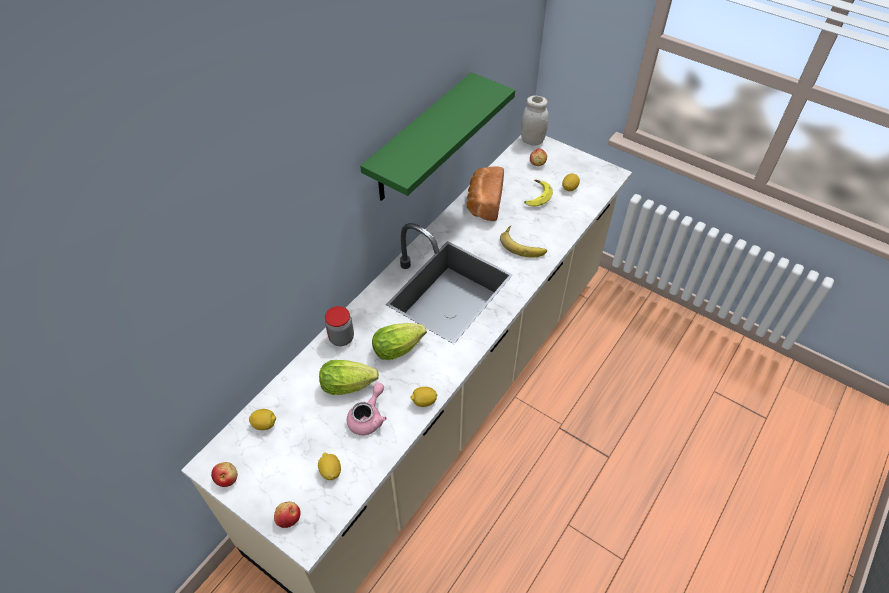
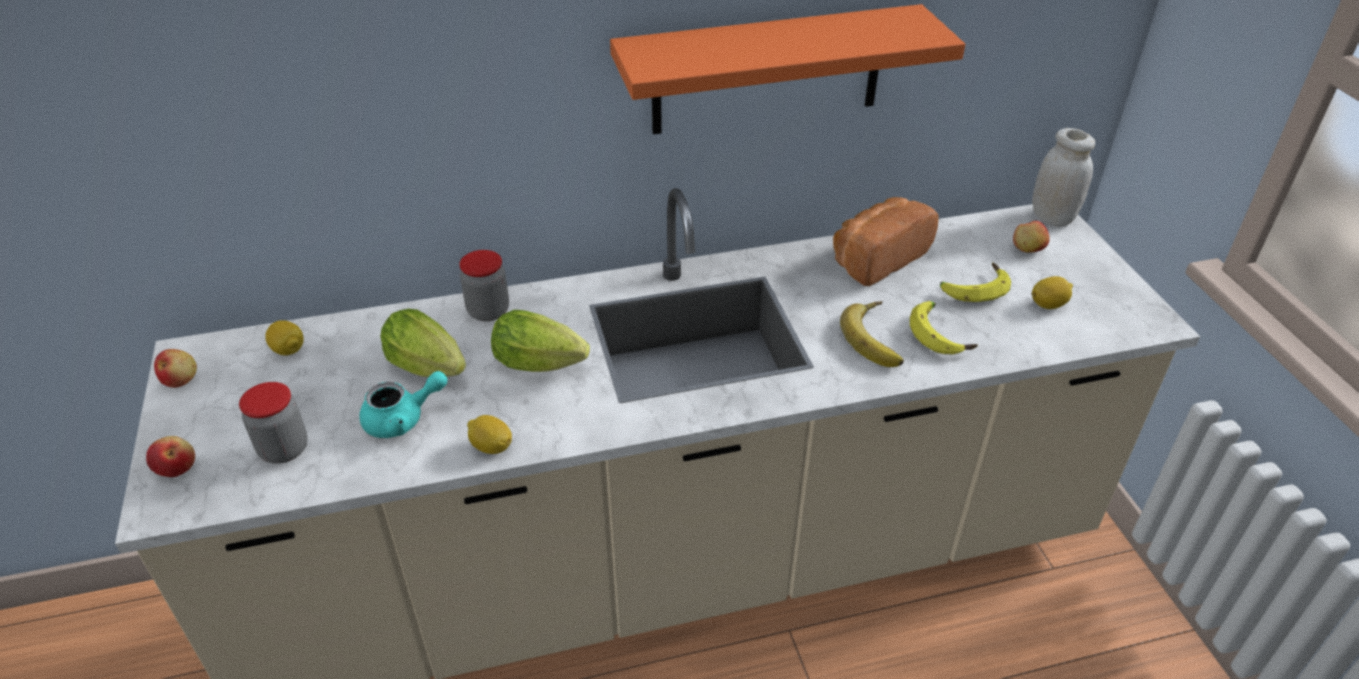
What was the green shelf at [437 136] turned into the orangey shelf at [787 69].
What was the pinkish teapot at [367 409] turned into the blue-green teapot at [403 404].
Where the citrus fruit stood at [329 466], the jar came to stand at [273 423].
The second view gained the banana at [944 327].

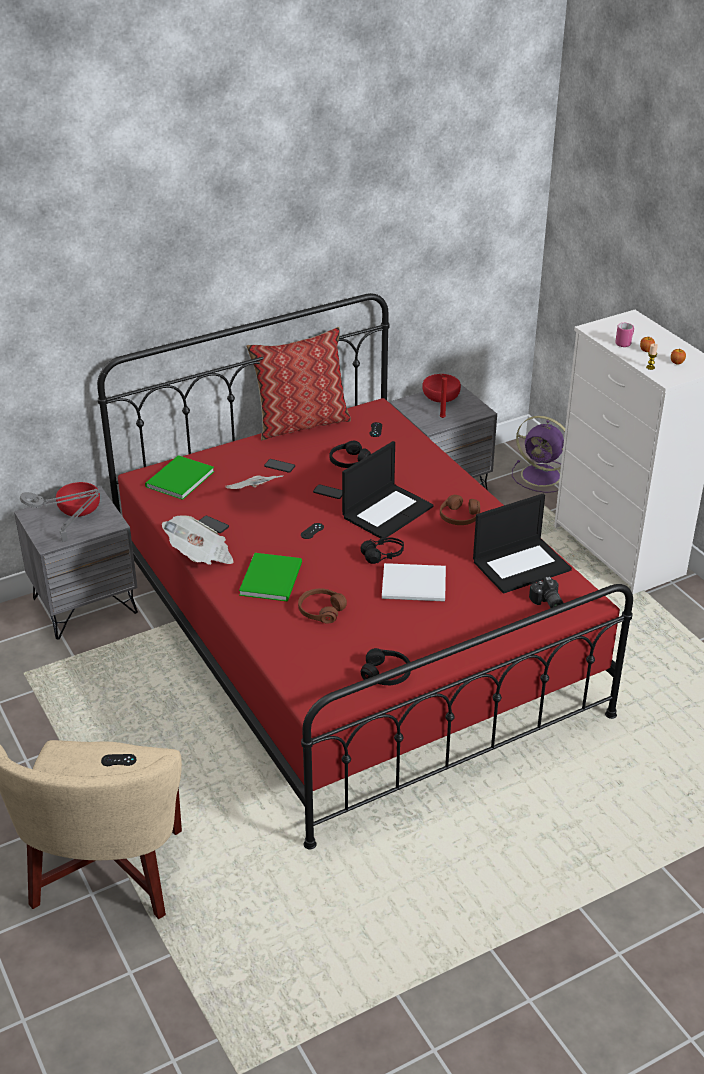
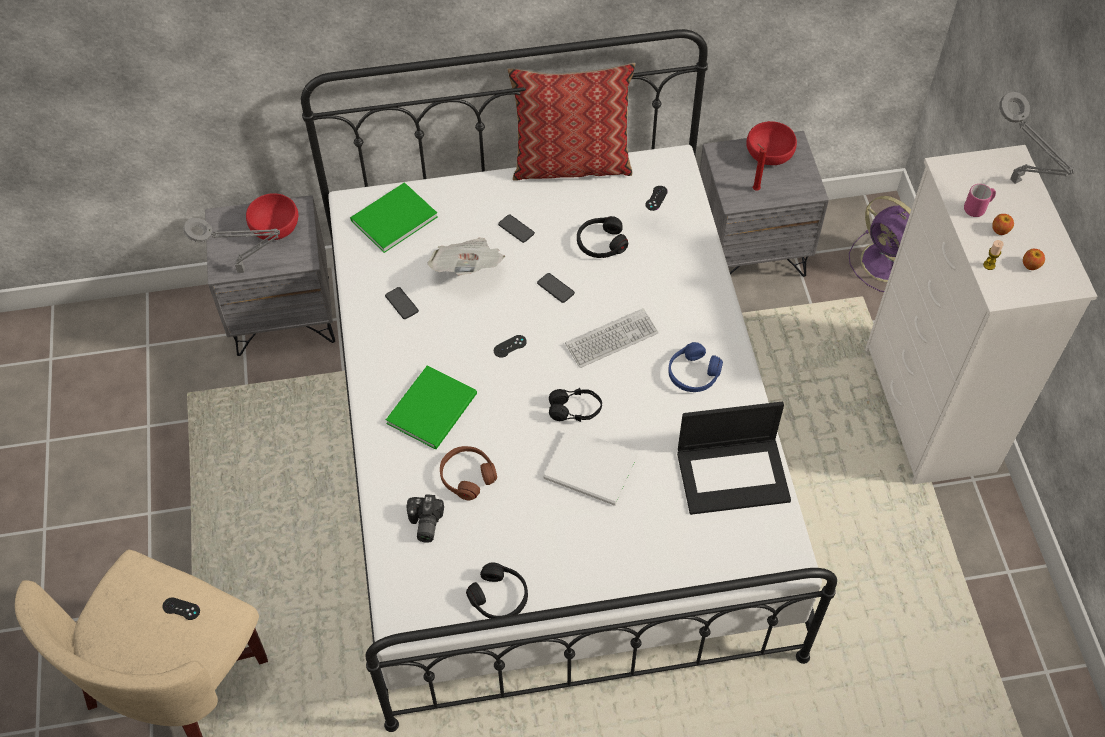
What was the red bedroom bed at [365 571] turned into the whitish bedroom bed at [569 380].
Where the laptop stood at [388 490], the computer keyboard came to stand at [611 338].
What was the brown-coloured pair of headphones at [460 510] turned into the bluish pair of headphones at [695 367].
The second view lost the printed paper at [198 540].
The photo camera ended up elsewhere, having gone from [546 592] to [425 518].
The second view gained the grey table lamp at [1036 138].

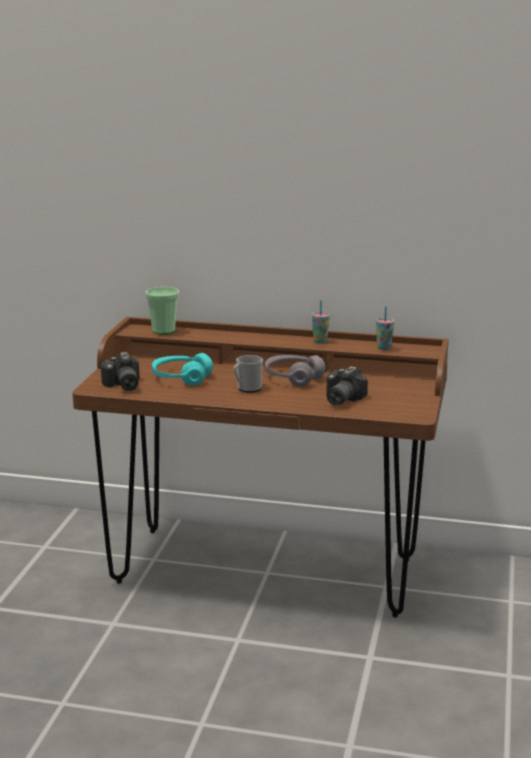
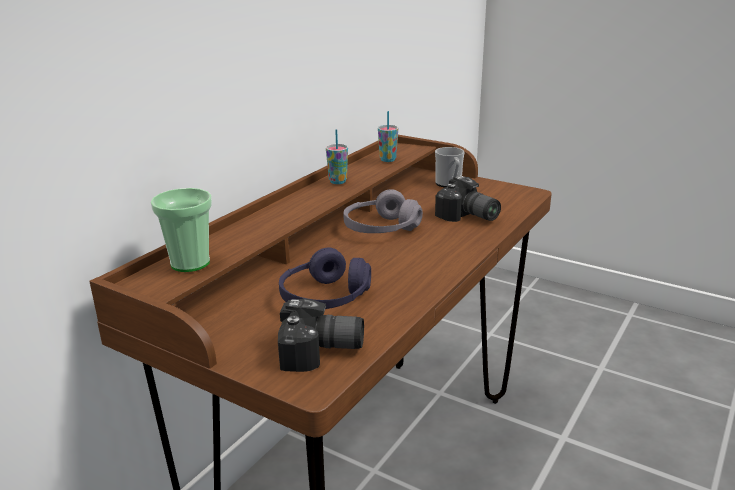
What was the blue-green pair of headphones at [182 369] turned into the purple pair of headphones at [325 278].
The coffee mug ended up elsewhere, having gone from [248 374] to [449 167].

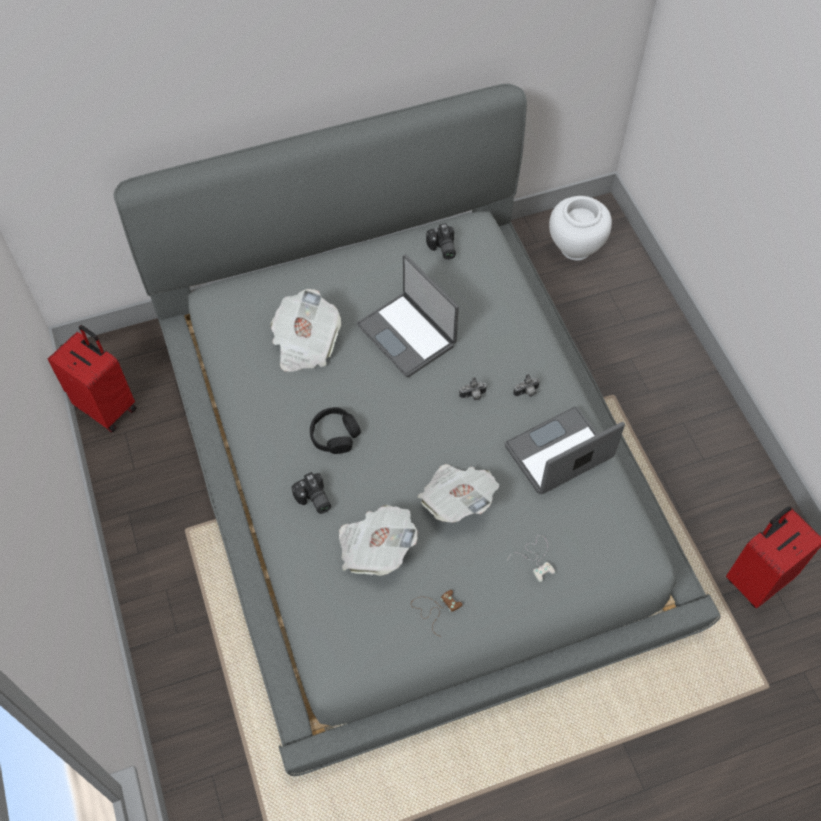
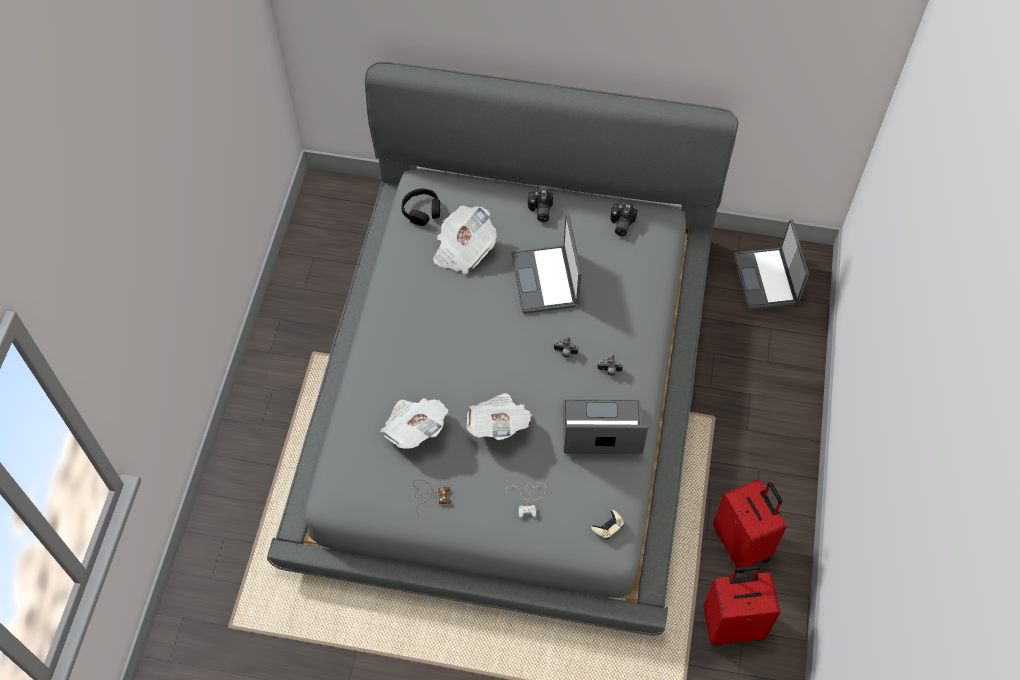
Where the whitish flower vase stood at [580 228], the laptop came to stand at [771 264].
The red suitcase ended up elsewhere, having gone from [92 379] to [750 526].
The blackish pair of headphones ended up elsewhere, having gone from [335 430] to [420 207].
The photo camera ended up elsewhere, having gone from [311 493] to [540 205].
The second view gained the sand-coloured game controller at [607 525].

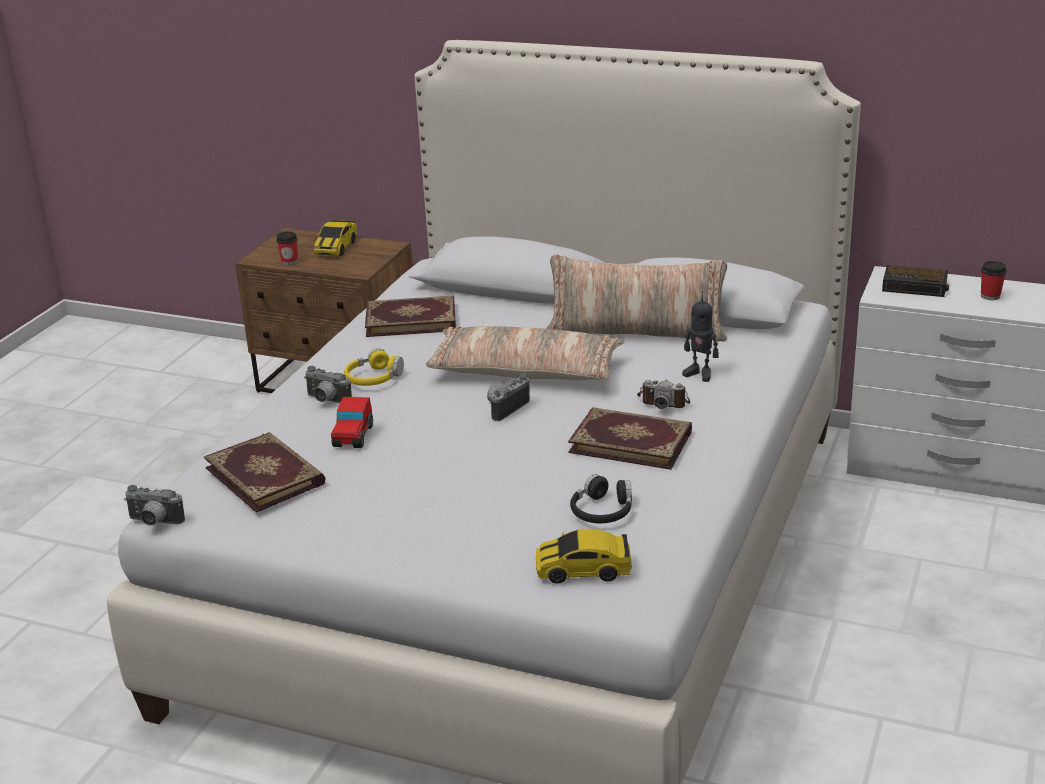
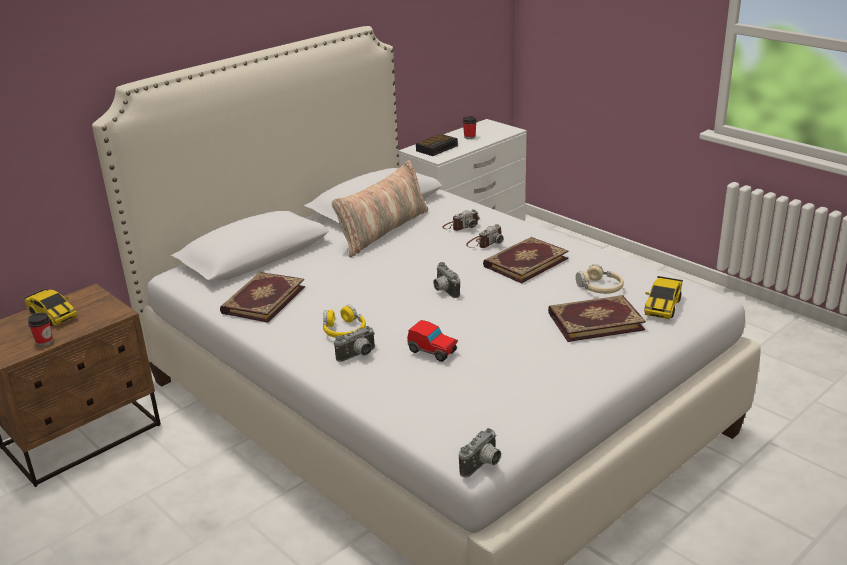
Where the robot figure stood at [700 336], the photo camera came to stand at [460 220].
The second view lost the pillow at [525 353].
The volume ended up elsewhere, having gone from [265 472] to [597 318].
What was the blackish pair of headphones at [601 498] turned into the sand-coloured pair of headphones at [600 279].

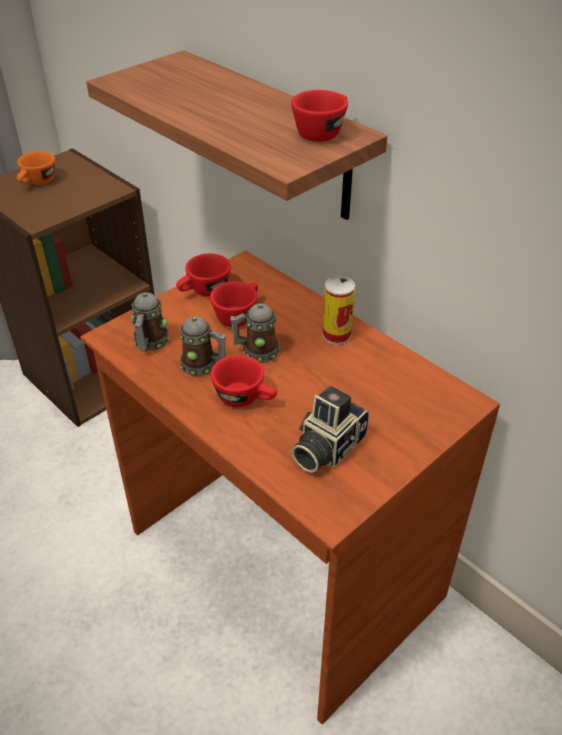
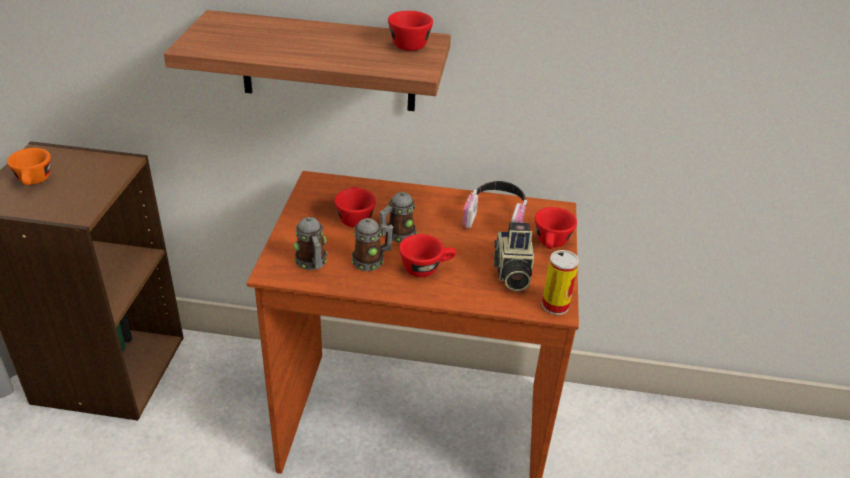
The red drinking cup ended up elsewhere, having gone from [203 275] to [556 228].
The can ended up elsewhere, having gone from [338 310] to [560 282].
The second view gained the pair of headphones at [495 204].

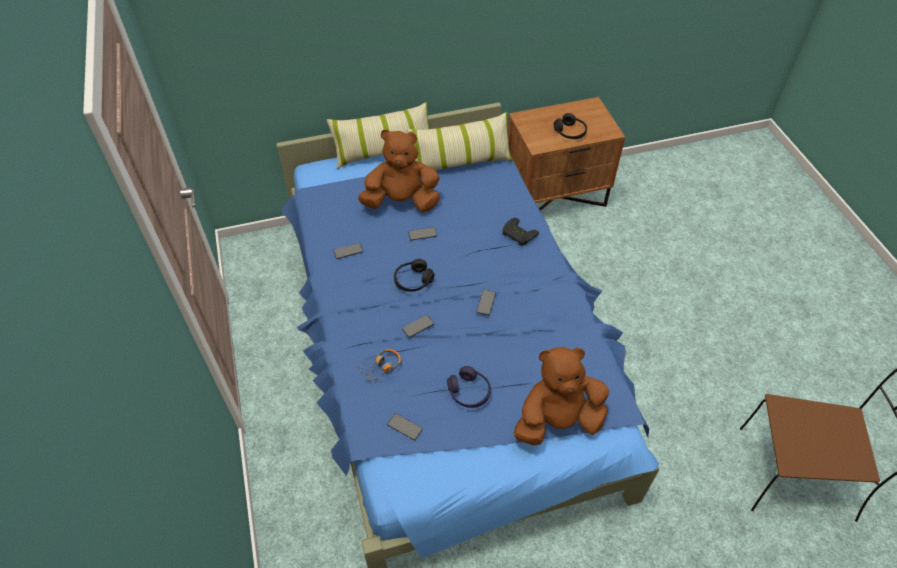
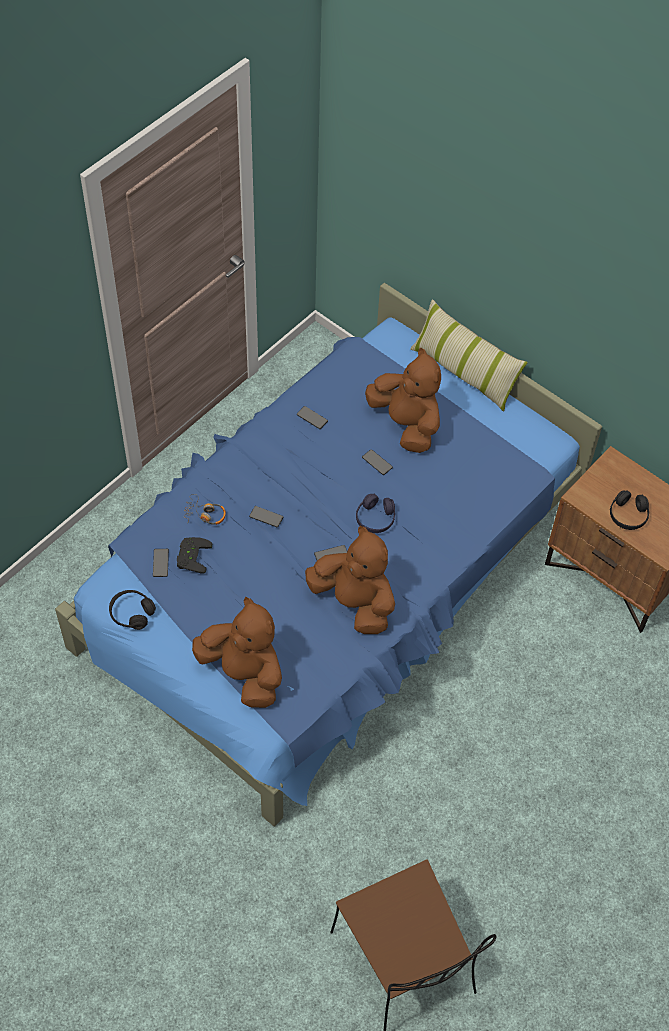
The second view lost the pillow at [459 141].
The blackish game controller ended up elsewhere, having gone from [520 232] to [194 555].
The blackish pair of headphones ended up elsewhere, having gone from [414 275] to [132 610].
The purple pair of headphones ended up elsewhere, having gone from [469 387] to [375 513].
The second view gained the brown-coloured soft toy at [350 580].

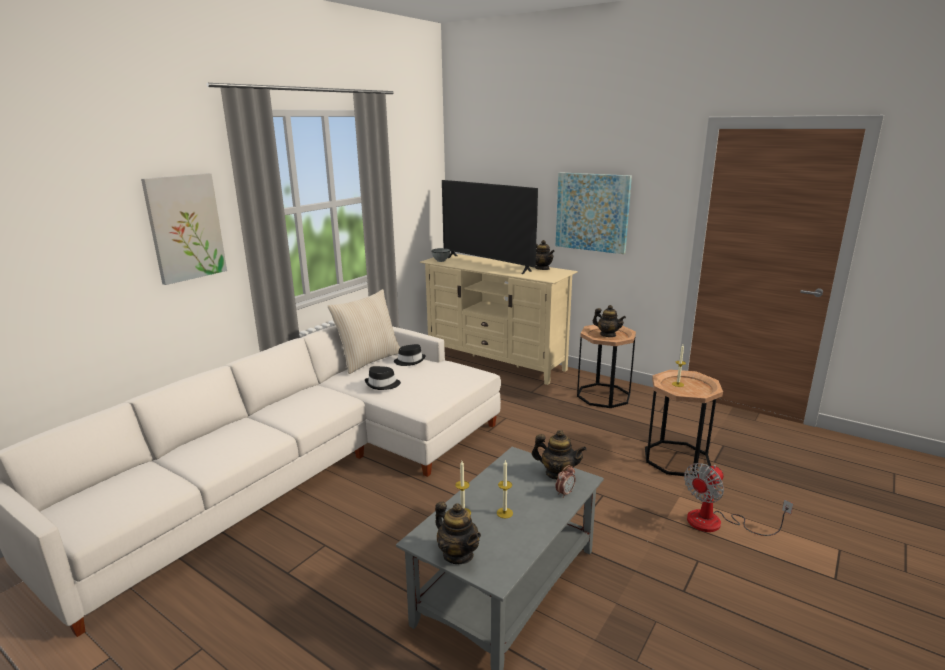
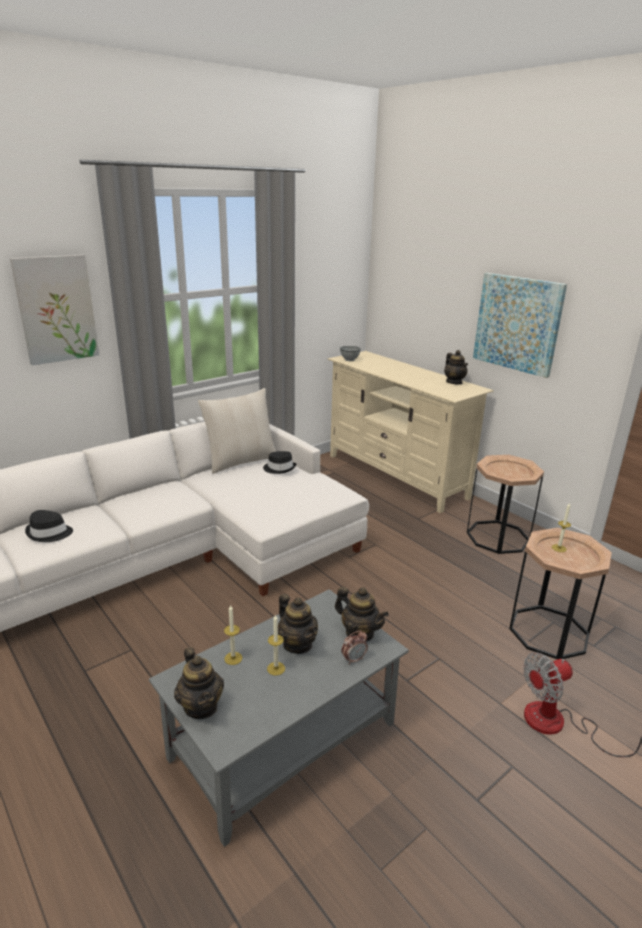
The second view lost the television at [490 227].
The teapot ended up elsewhere, having gone from [609 321] to [298 624].
The blackish wearable hat ended up elsewhere, having gone from [383 378] to [49 526].

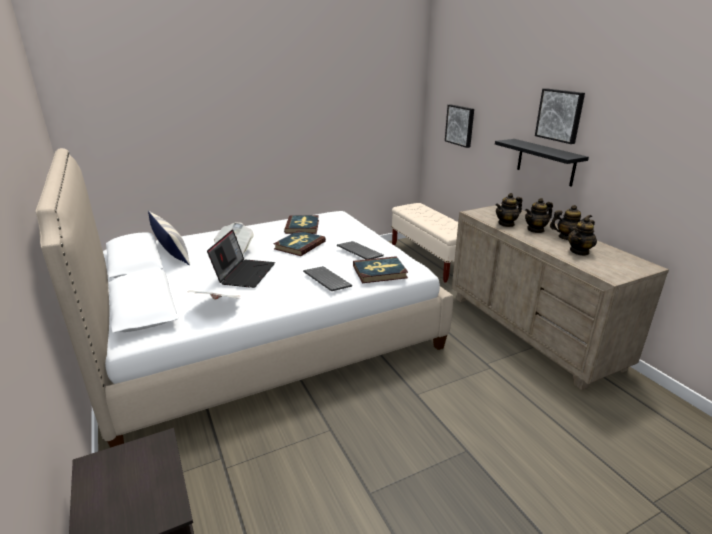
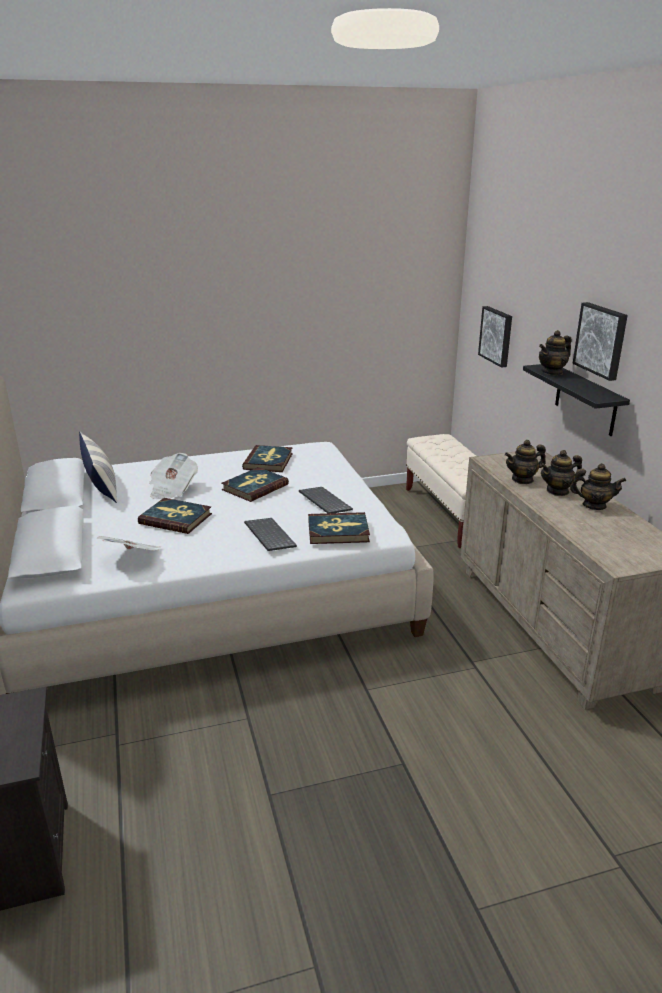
The teapot ended up elsewhere, having gone from [582 236] to [555 353].
Where the laptop stood at [241 258], the volume came to stand at [175 516].

